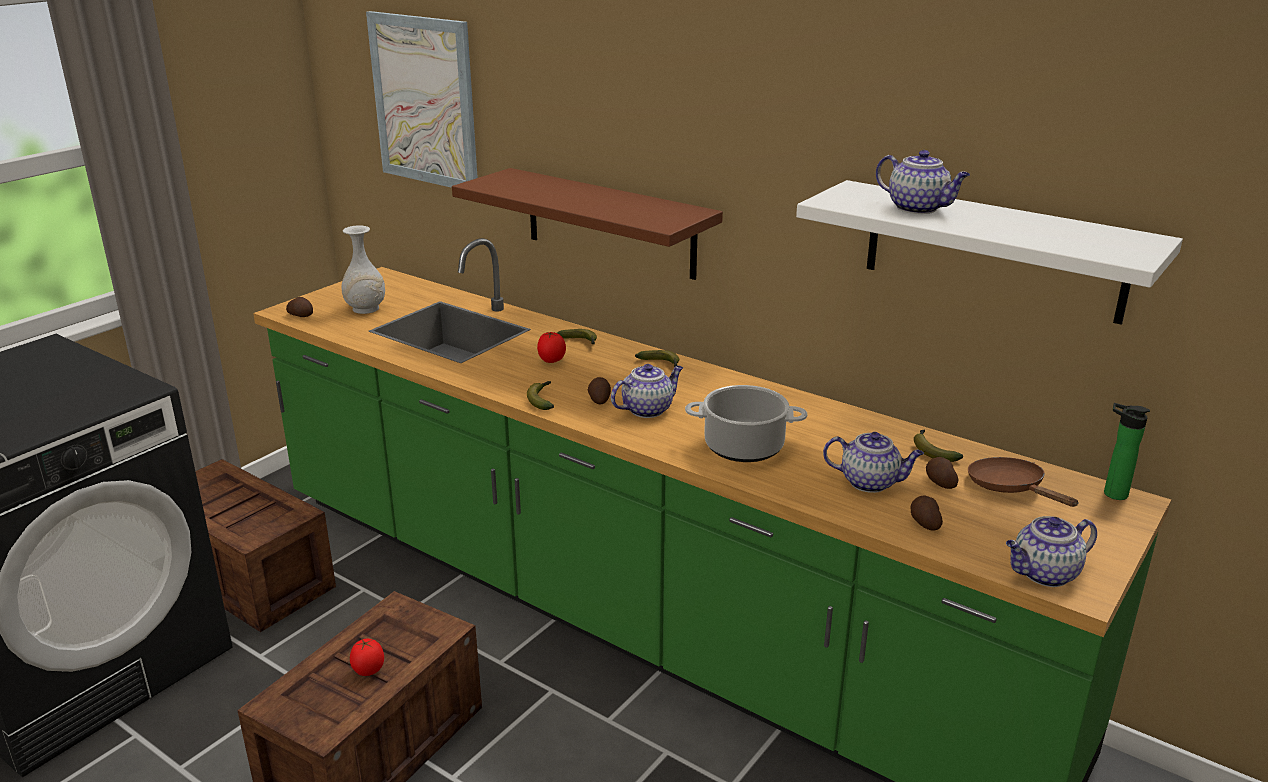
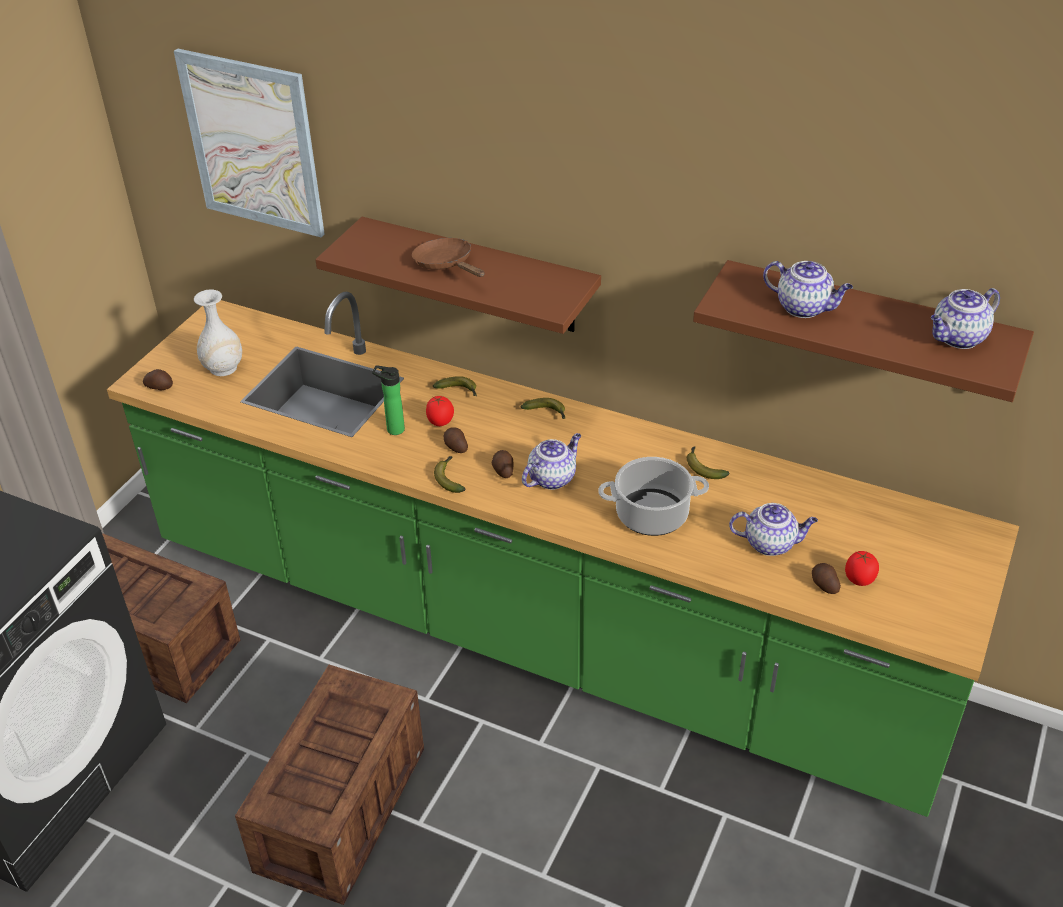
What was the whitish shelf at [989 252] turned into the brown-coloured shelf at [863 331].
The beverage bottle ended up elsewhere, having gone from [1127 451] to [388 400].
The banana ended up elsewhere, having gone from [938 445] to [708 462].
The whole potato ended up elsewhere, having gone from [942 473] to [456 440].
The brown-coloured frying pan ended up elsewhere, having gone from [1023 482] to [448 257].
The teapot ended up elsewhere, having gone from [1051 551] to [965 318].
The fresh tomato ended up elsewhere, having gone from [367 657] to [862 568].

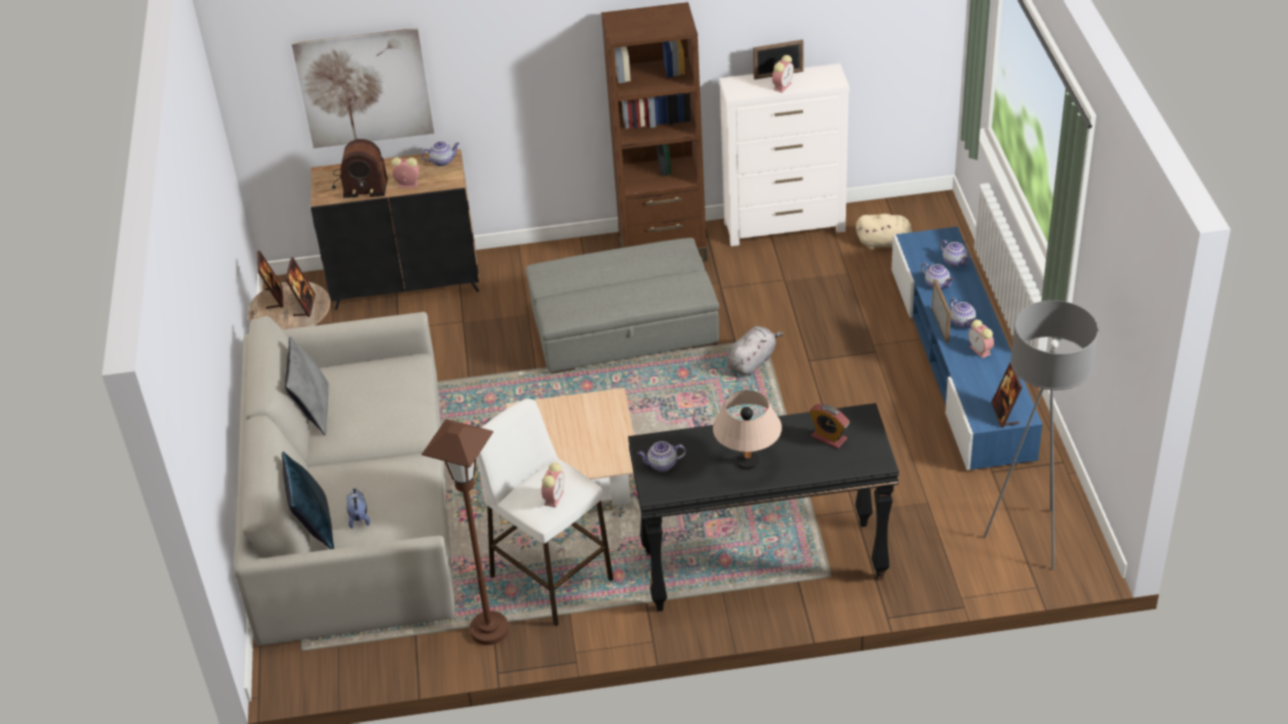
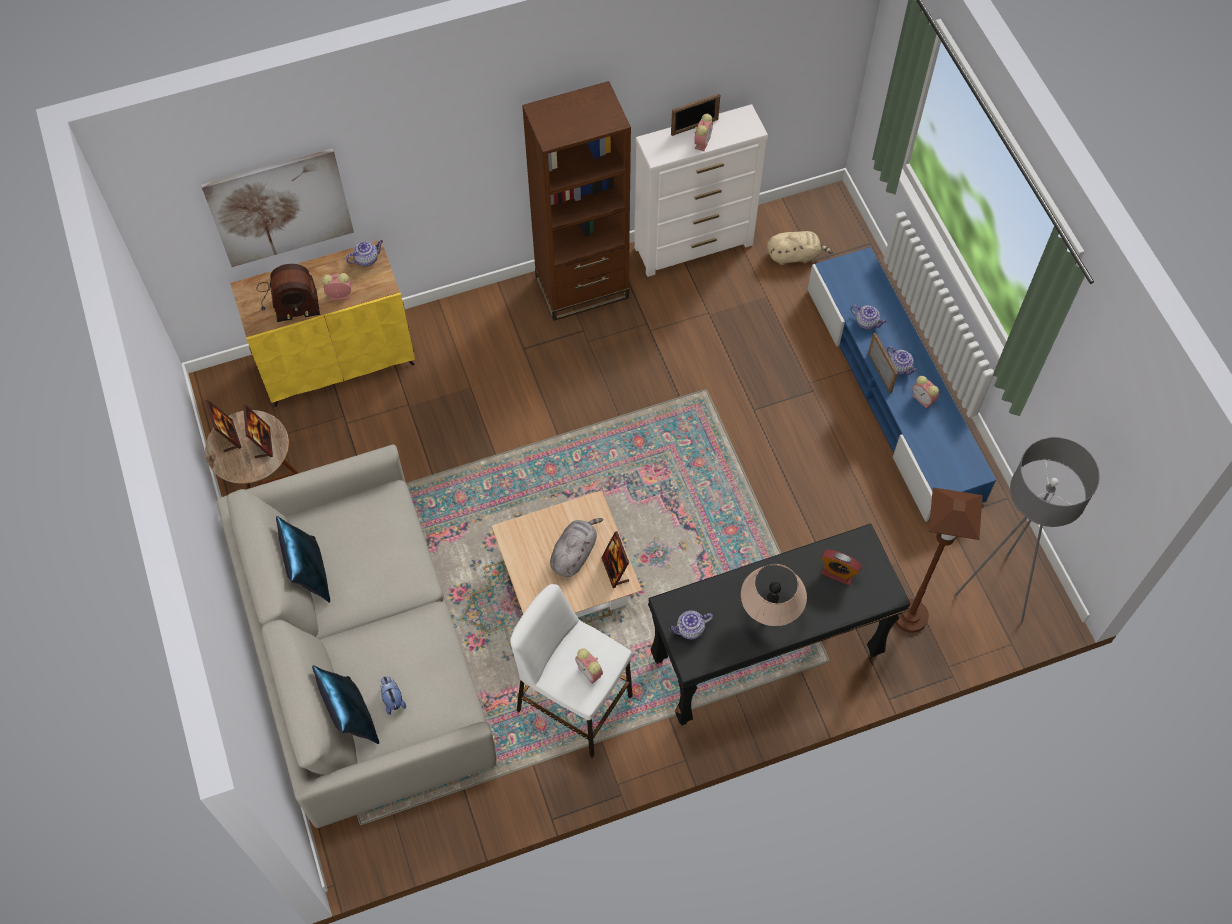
What was the blackish storage cabinet at [395 229] turned into the yellowish storage cabinet at [322 323].
The second view lost the grey pouffe at [622 306].
The second view lost the teapot at [955 253].
The grey soft toy ended up elsewhere, having gone from [755 350] to [576 547].
What was the grey pillow at [307 386] turned into the bluish pillow at [303 559].
The standing frame ended up elsewhere, having gone from [1006 395] to [615 559].
The brown-coloured standing lamp ended up elsewhere, having gone from [465 532] to [939 560].
The table clock at [552 485] ended up facing another way, 135 degrees clockwise from before.

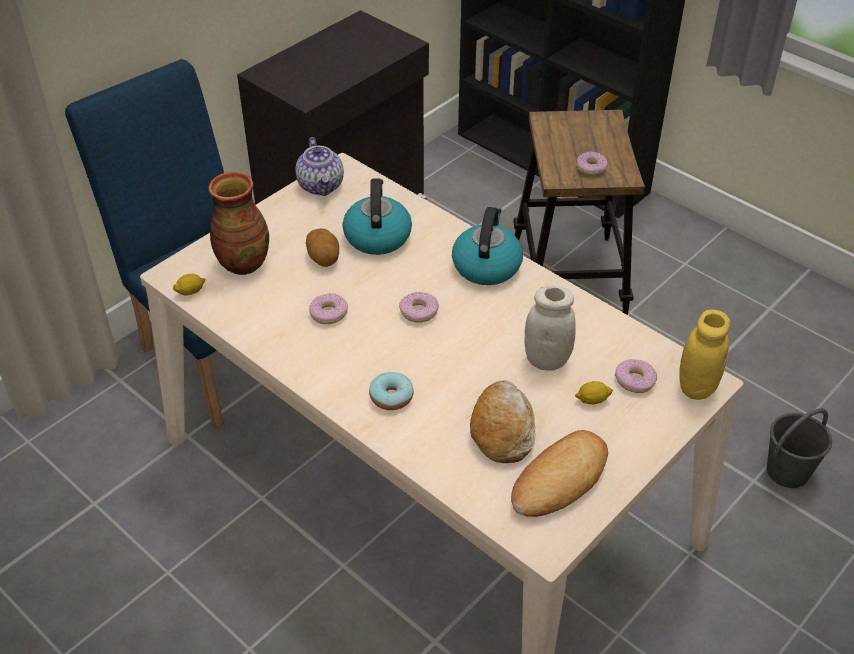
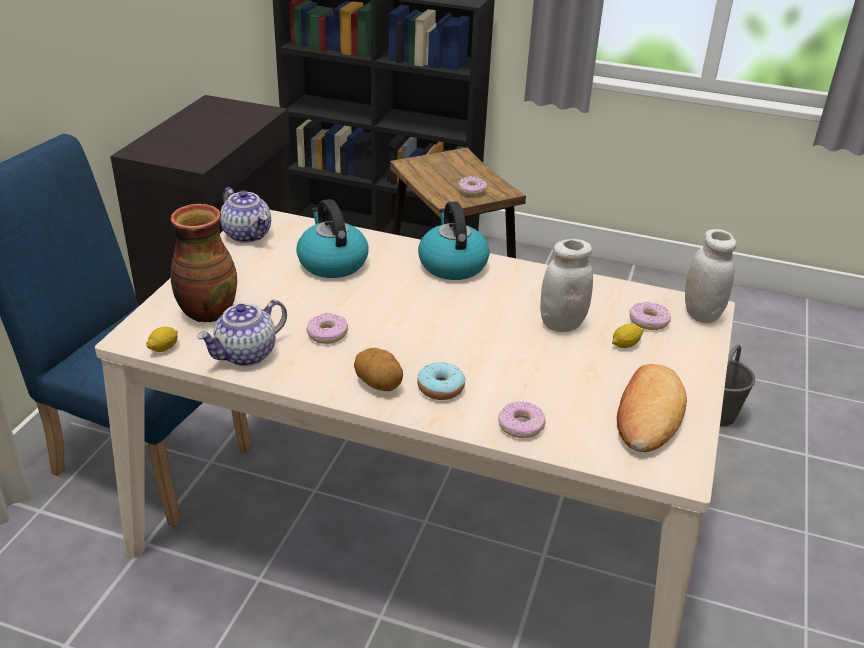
The whole potato ended up elsewhere, having gone from [322 248] to [378 369].
The doughnut ended up elsewhere, having gone from [419 307] to [522 420].
What was the yellowish jar at [705 354] turned into the whitish jar at [710 276].
The second view lost the bread at [503 421].
The second view gained the teapot at [242 333].

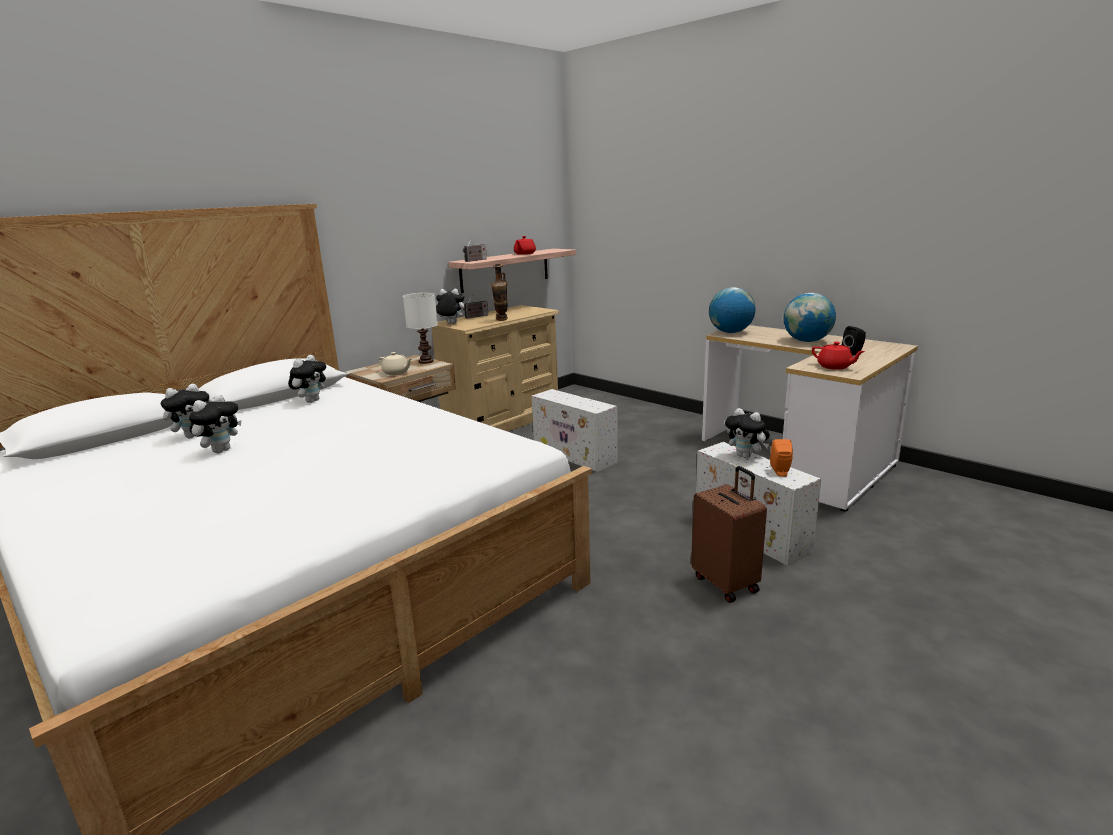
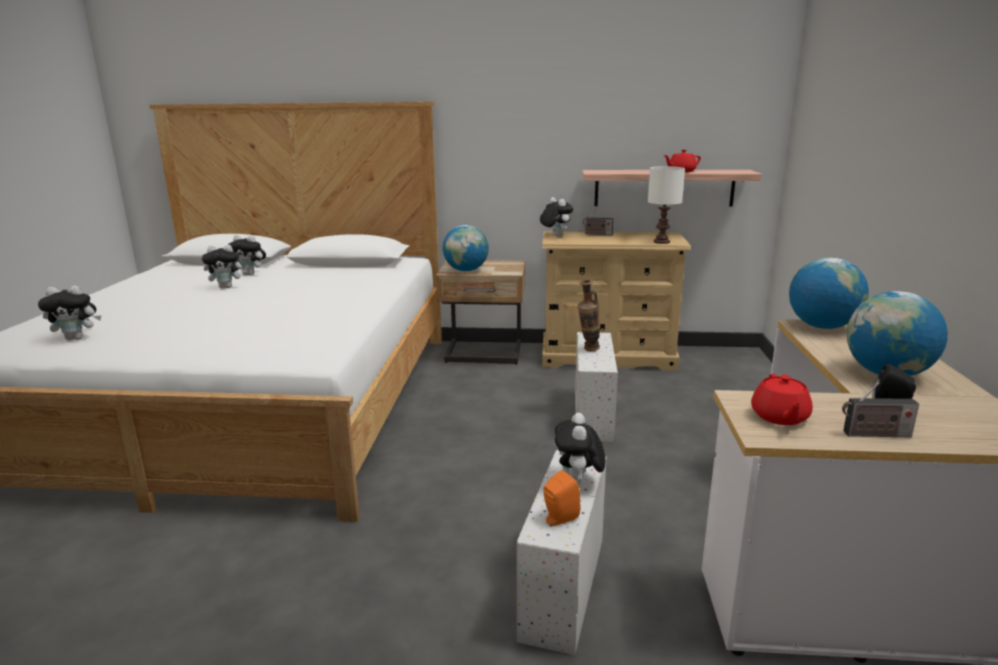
The radio ended up elsewhere, having gone from [475 249] to [880 409].
The flower vase ended up elsewhere, having gone from [499 292] to [588 315].
The whitish table lamp ended up elsewhere, having gone from [420 328] to [666 205].
Where the sand-coloured teapot stood at [395 363], the globe came to stand at [466 248].
The soft toy ended up elsewhere, having gone from [307 379] to [69 312].
The second view lost the brown-coloured suitcase at [729 534].

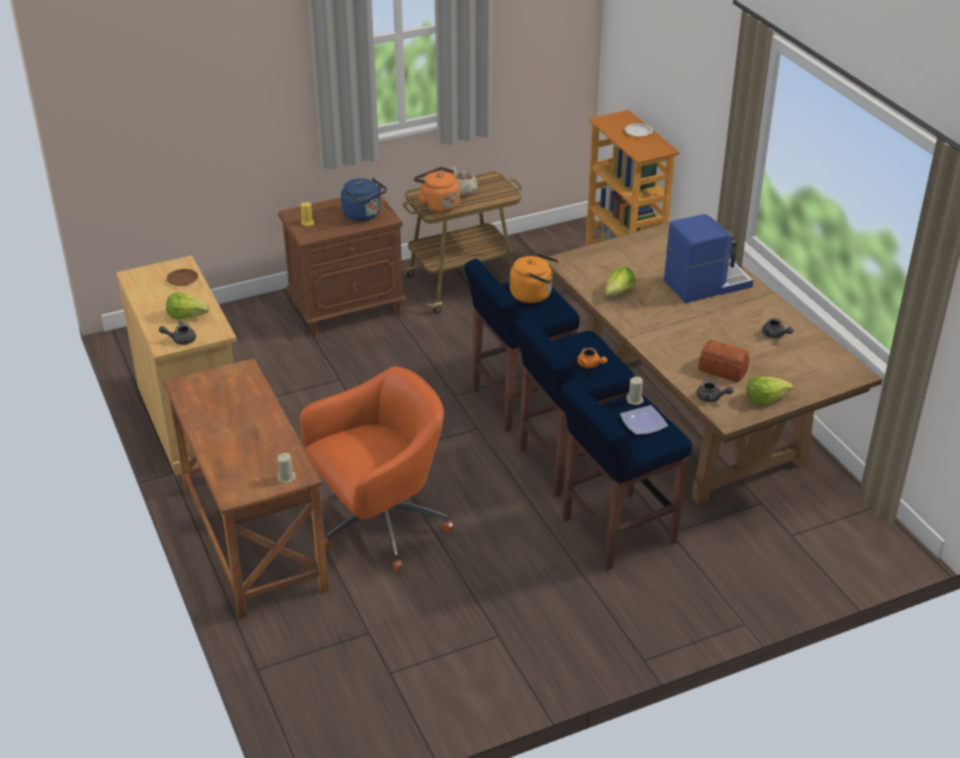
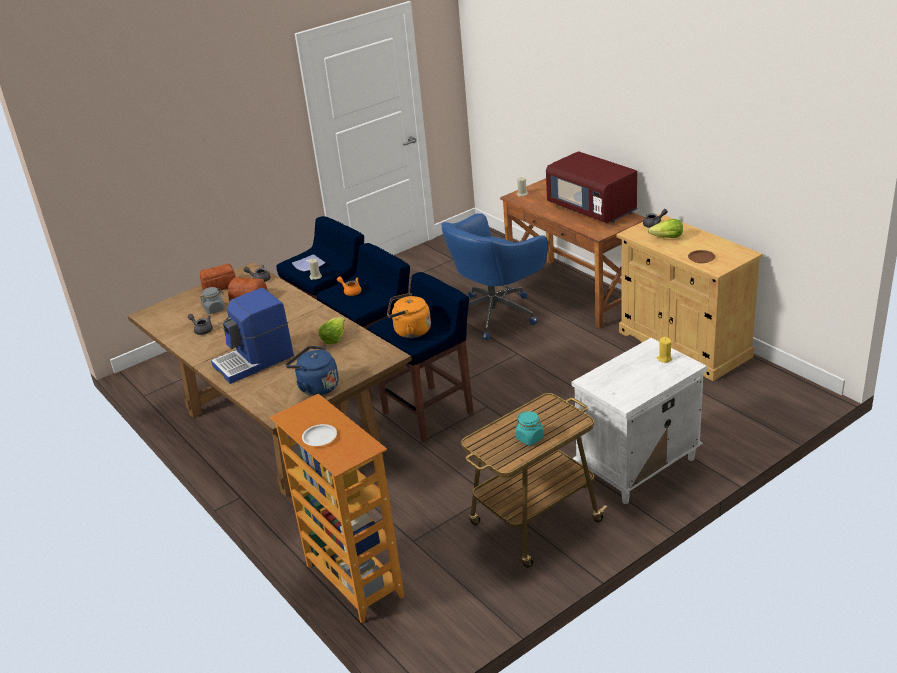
The second view lost the orangey tea kettle at [437 190].
Where the sand-coloured teapot stood at [465 181], the blue-green jar came to stand at [529 428].
The bluish tea kettle ended up elsewhere, having gone from [364 199] to [312 371].
What was the brown-coloured night table at [342 265] turned into the whitish night table at [639 421].
What was the orangey computer chair at [377 469] turned into the bluish computer chair at [494 276].
Where the lettuce head stood at [770 391], the bread came to stand at [218 276].
The second view gained the red kitchen microwave at [591 187].
The second view gained the grey jar at [212 300].

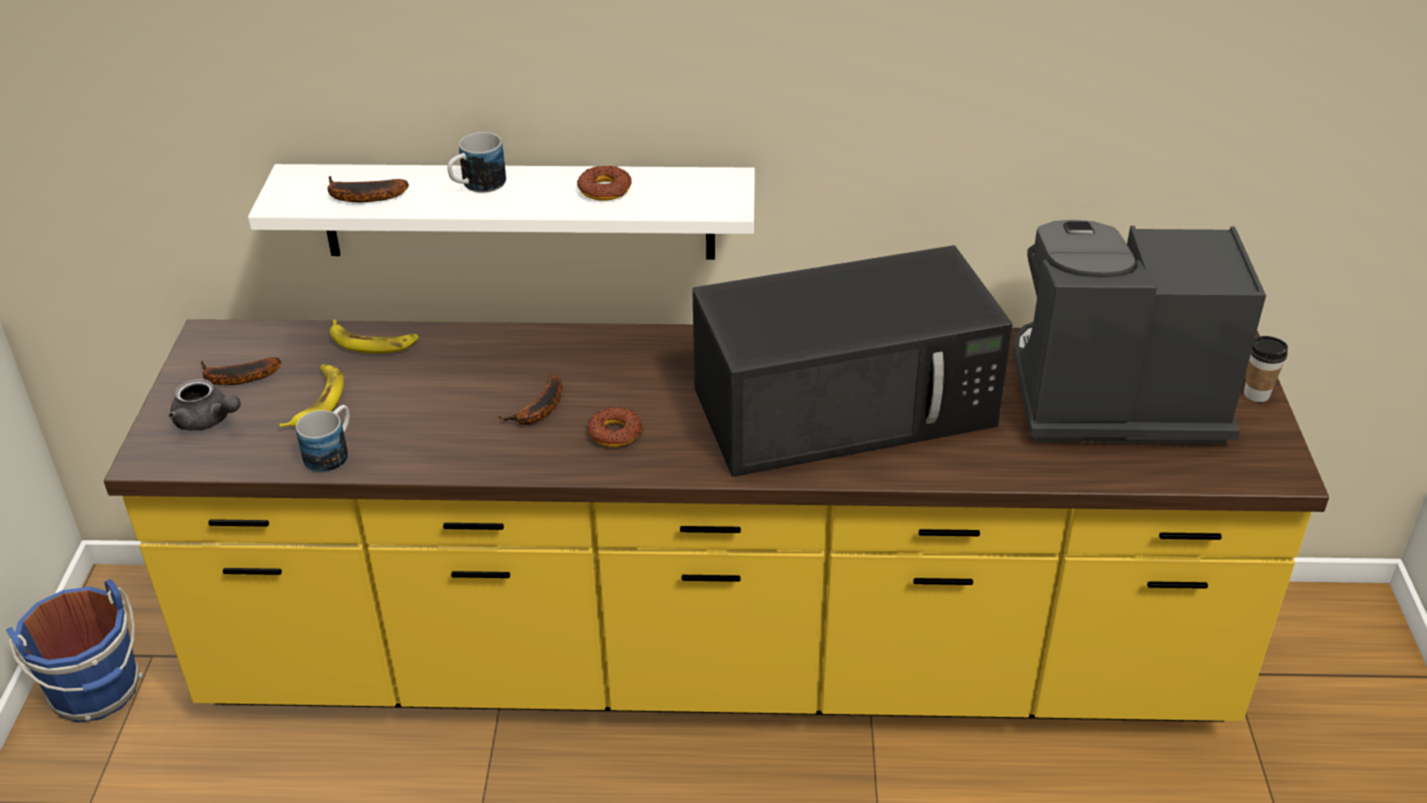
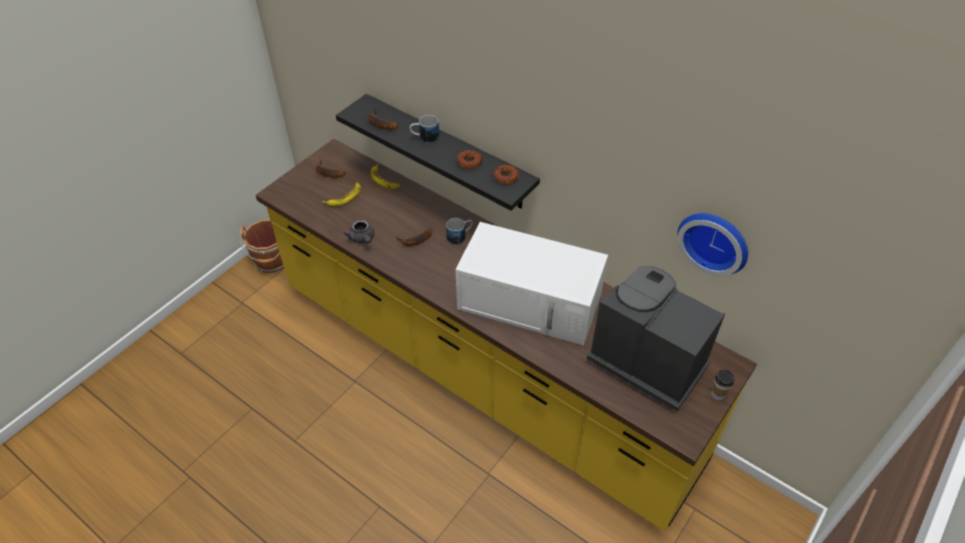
What was the whitish shelf at [501 211] turned into the blackish shelf at [438 152].
What was the blackish kitchen microwave at [852 361] turned into the whitish kitchen microwave at [531 283].
The grey teapot ended up elsewhere, having gone from [205 405] to [359 231].
The coffee mug ended up elsewhere, having gone from [323 439] to [459 231].
The doughnut ended up elsewhere, having gone from [615 427] to [506 174].
What was the bluish pail at [74 651] turned into the brown-coloured pail at [261 246].
The second view gained the wall clock at [713 244].

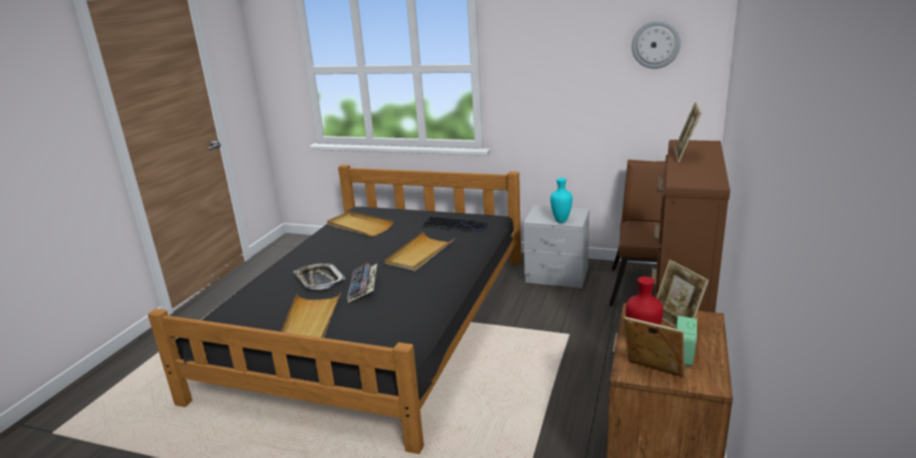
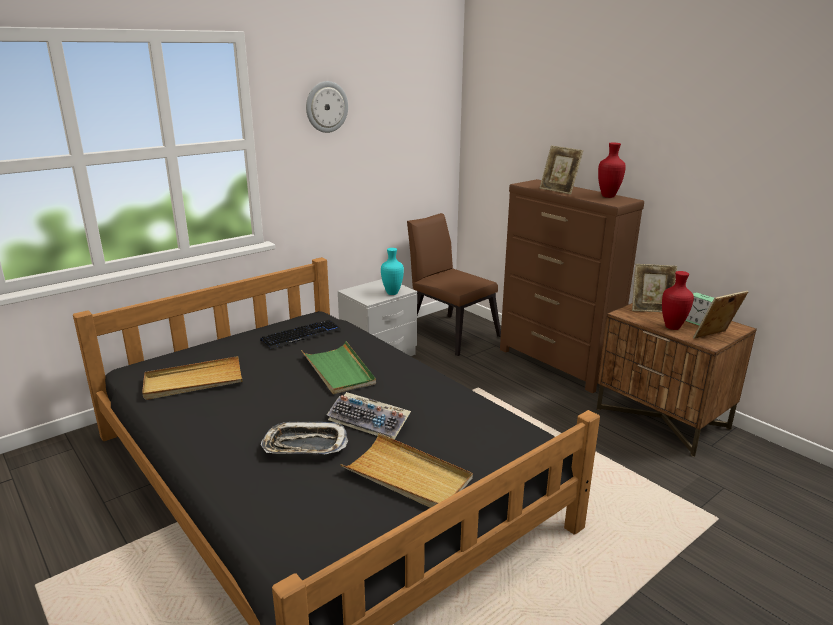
The wall clock ended up elsewhere, having gone from [656 44] to [327 107].
What was the sand-coloured carrying tray at [420 251] turned into the green carrying tray at [338 367].
The second view gained the red flower vase at [612 170].

